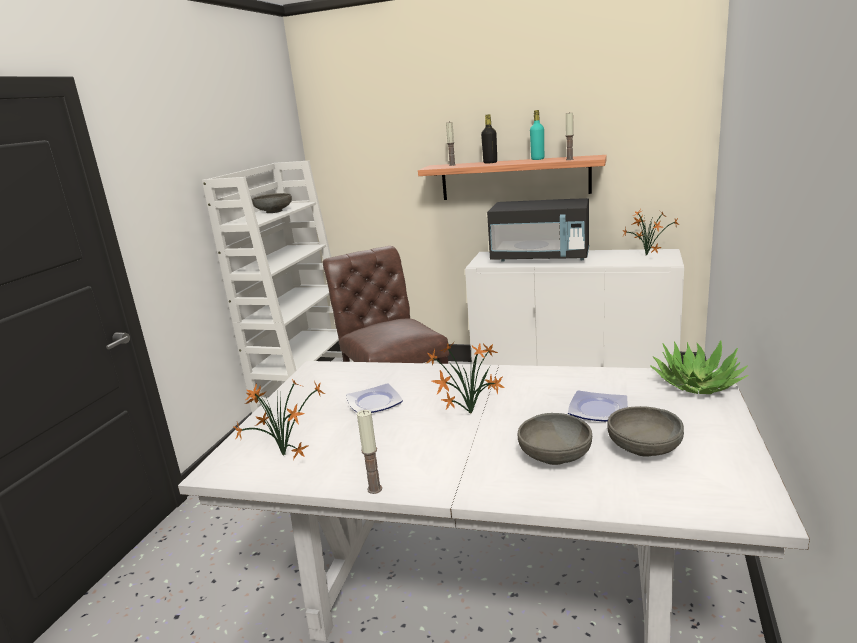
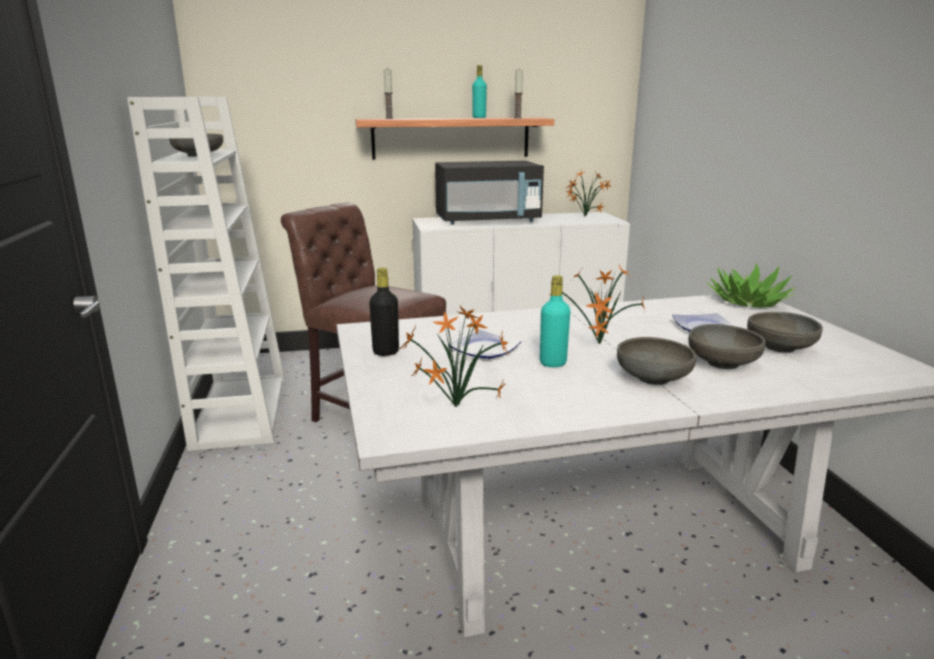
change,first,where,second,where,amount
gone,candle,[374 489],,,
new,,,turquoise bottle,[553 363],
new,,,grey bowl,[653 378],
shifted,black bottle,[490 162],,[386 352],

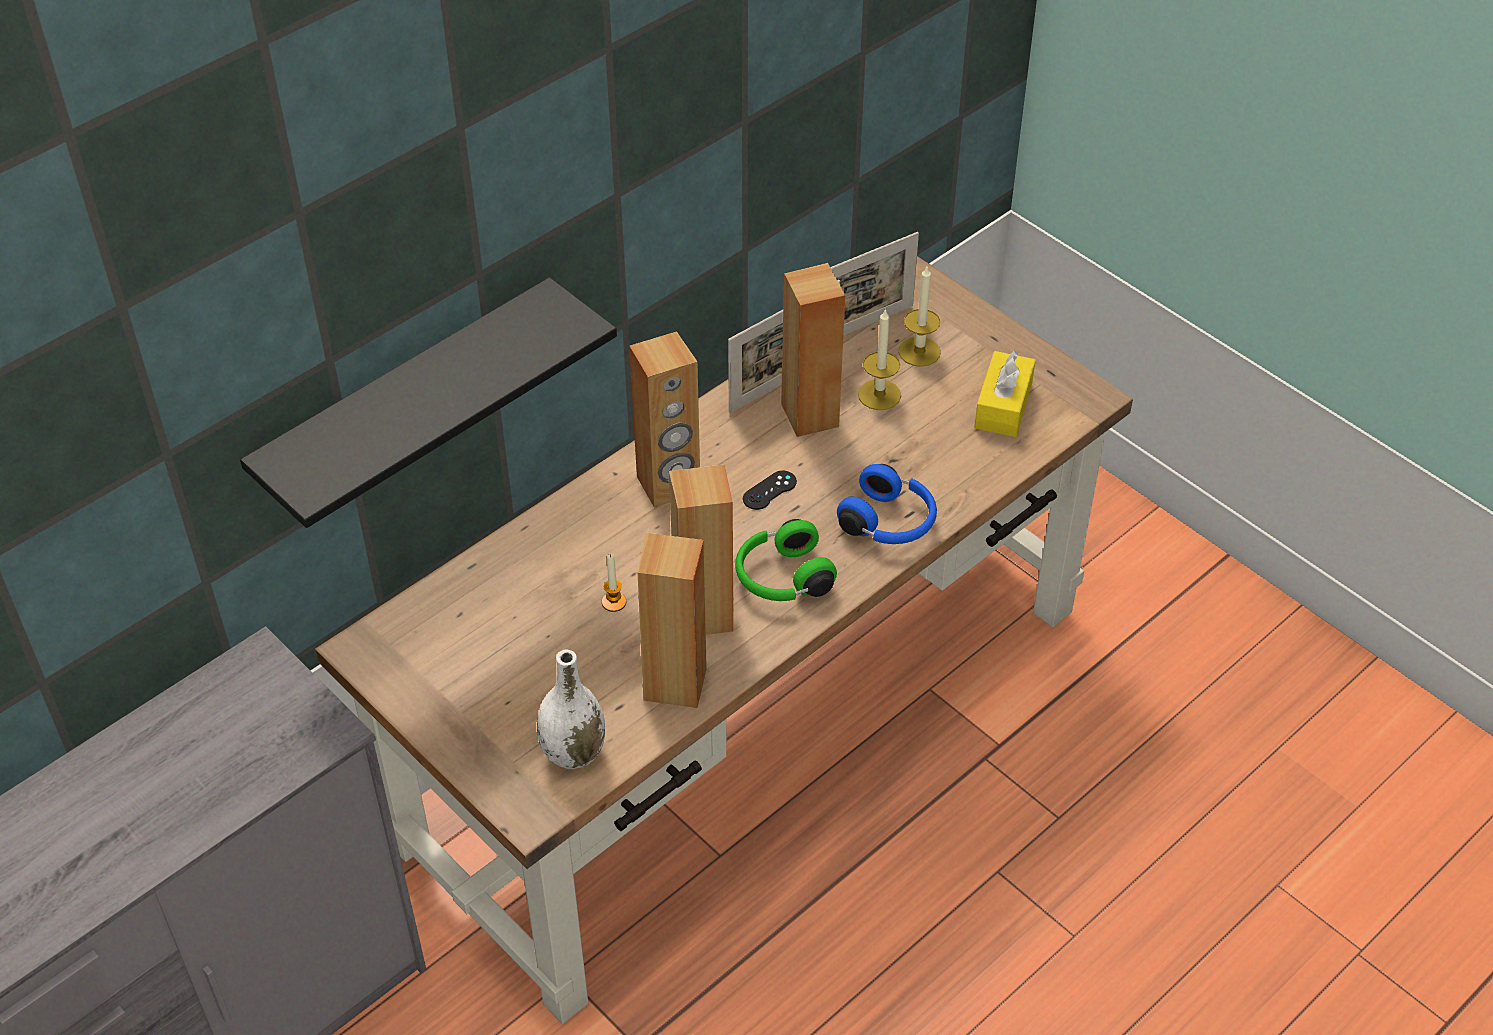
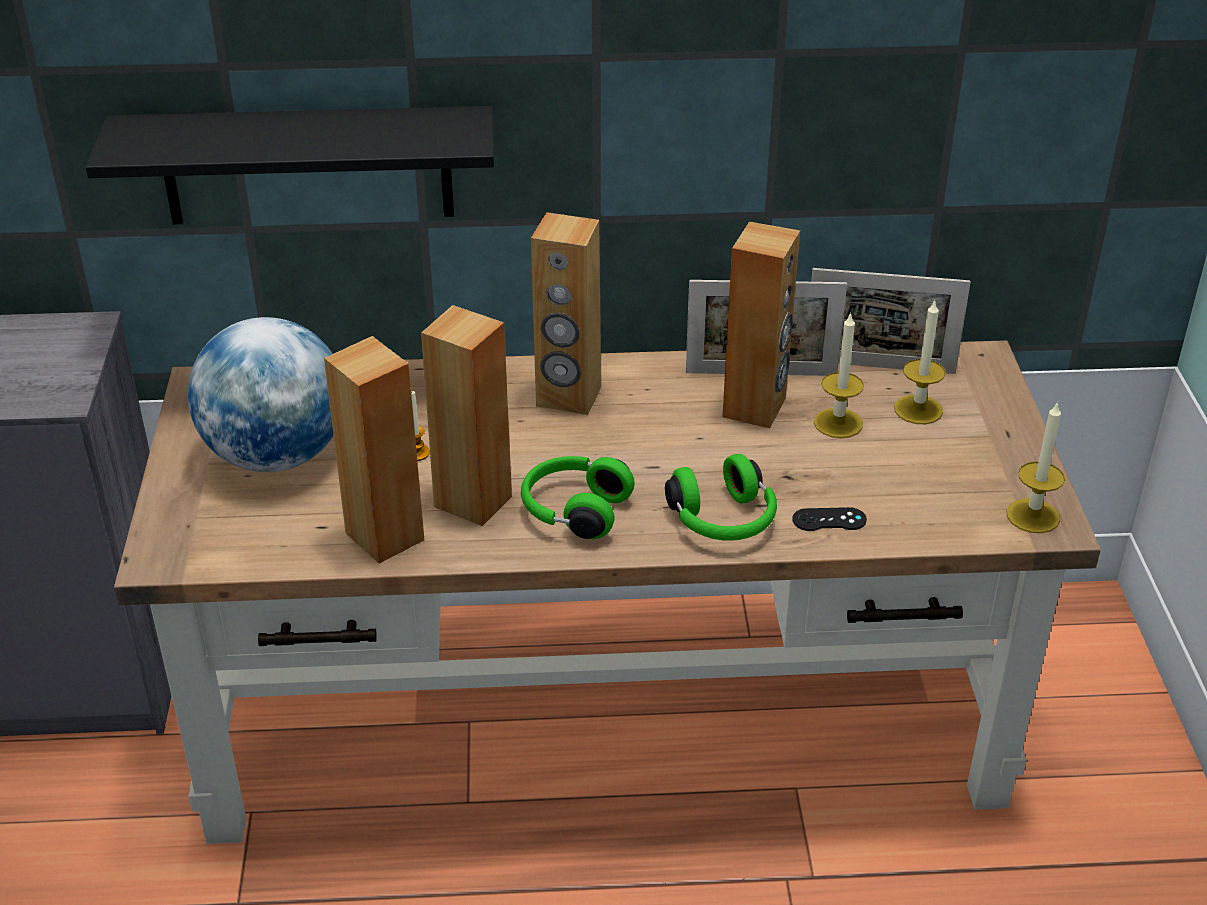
change,first,where,second,where,amount
gone,white vase,[573 752],,,
gone,yellow tissue box,[1003 406],,,
new,,,globe,[276 456],
new,,,candle,[1033 516],
shifted,black game controller,[769 490],,[829 520],
repainted,blue headphones,[889 522],green headphones,[723 521],

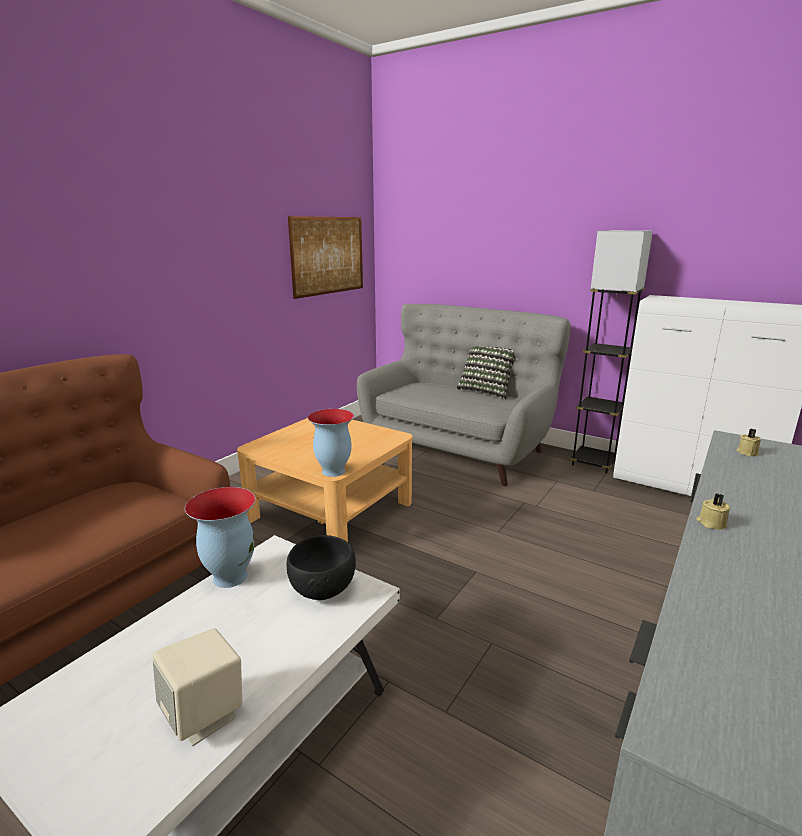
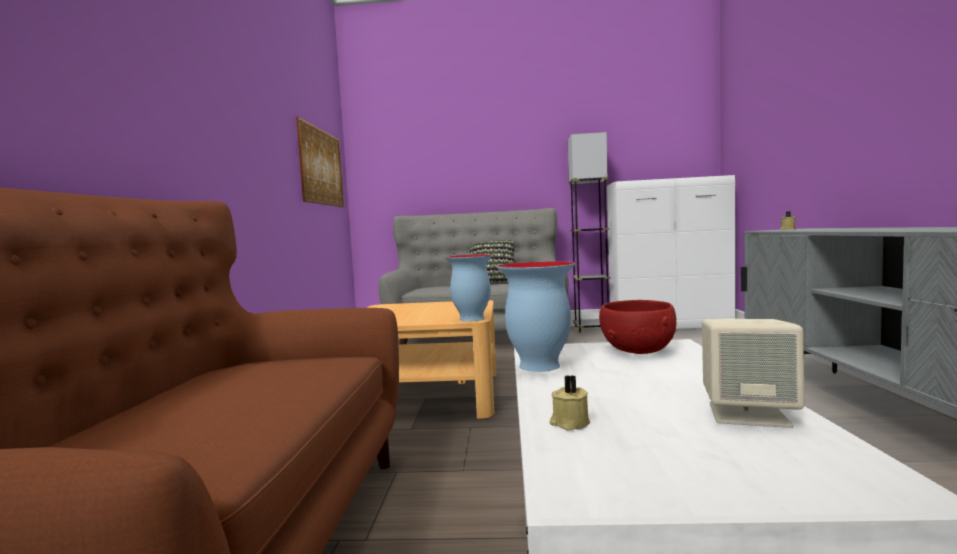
change,first,where,second,where,amount
shifted,beige candle,[711 523],,[569 423],
repainted,black bowl,[323 589],red bowl,[638 351],

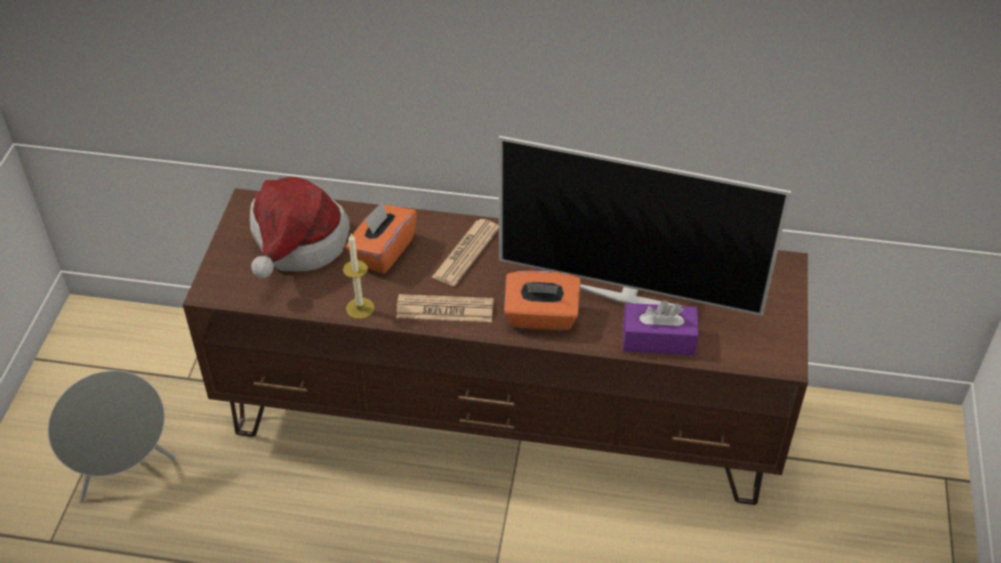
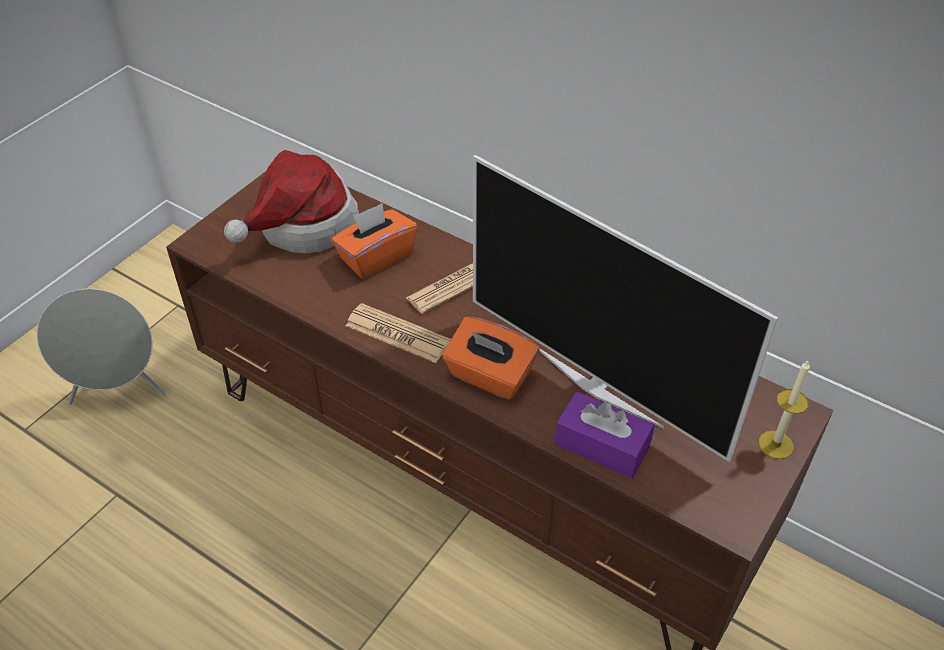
change,first,where,second,where,amount
shifted,candle,[360 308],,[775 444],

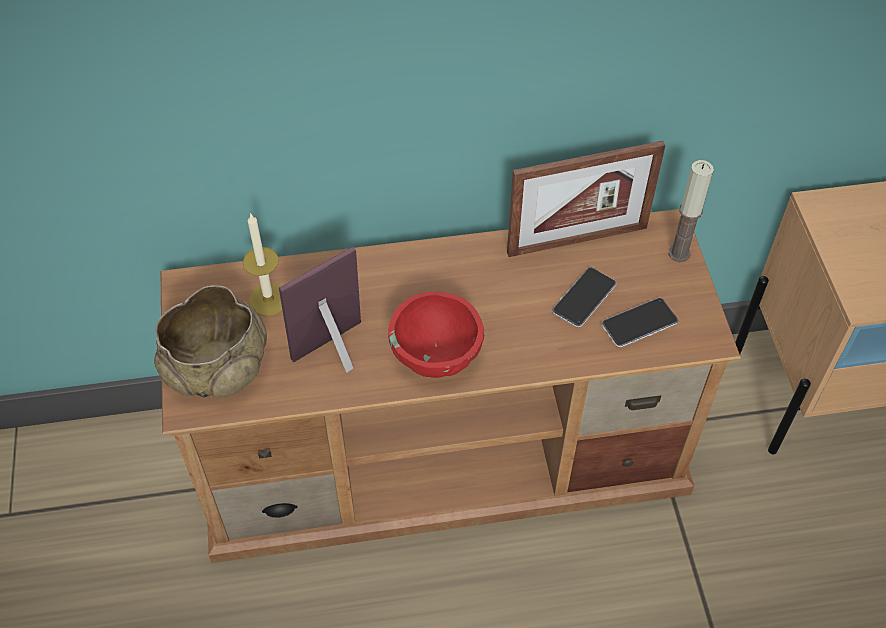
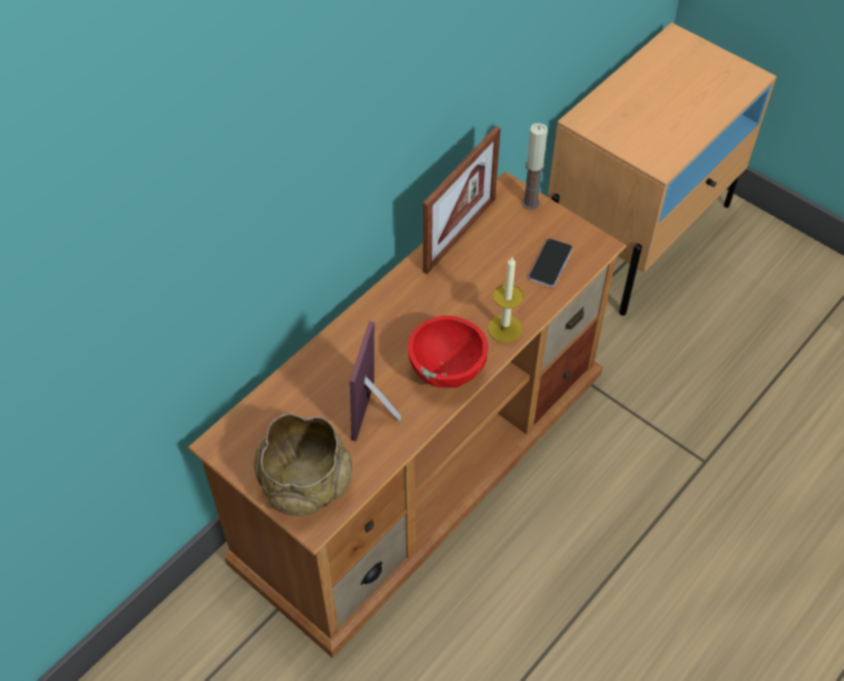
change,first,where,second,where,amount
gone,phone,[584 298],,,
shifted,candle,[268 299],,[505 328],

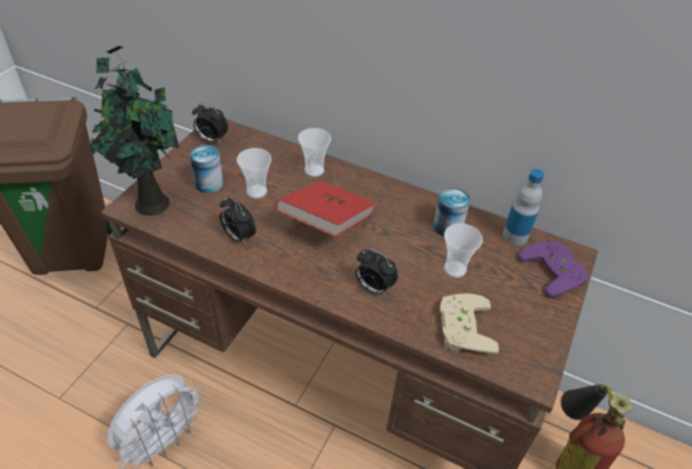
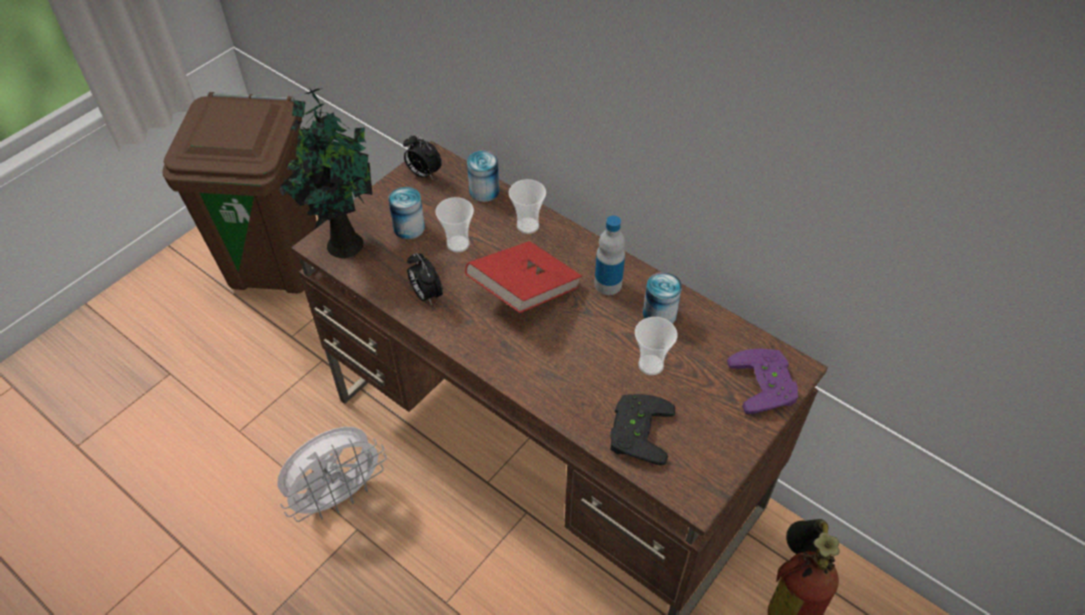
change,first,where,second,where,amount
gone,alarm clock,[373 288],,,
new,,,can,[484 191],
shifted,bottle,[515 236],,[608 284],
repainted,beige game controller,[461 327],black game controller,[636 430],

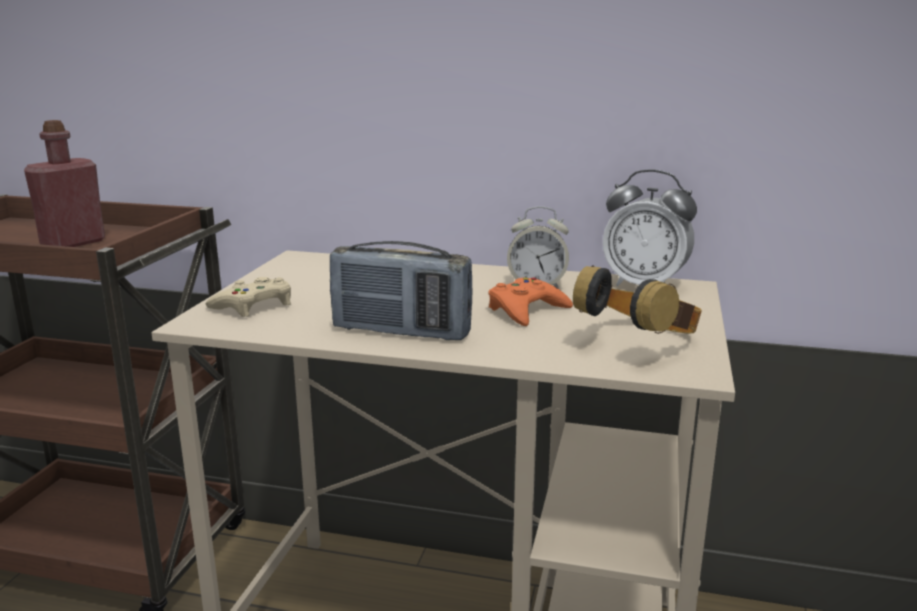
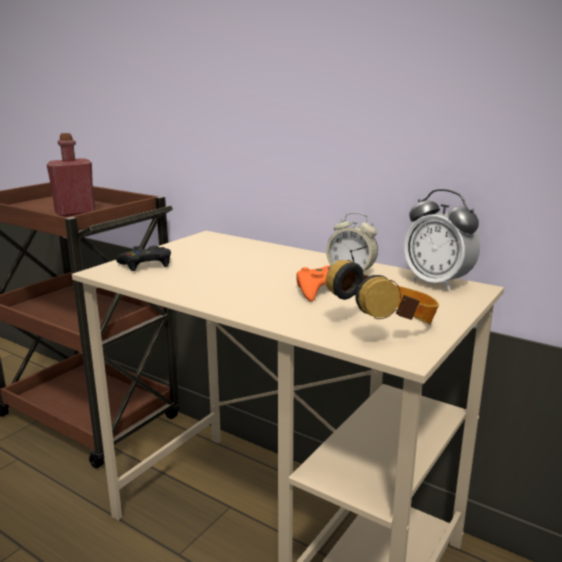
change,first,where,second,where,amount
gone,radio,[401 331],,,
repainted,beige game controller,[254 306],black game controller,[146 264],

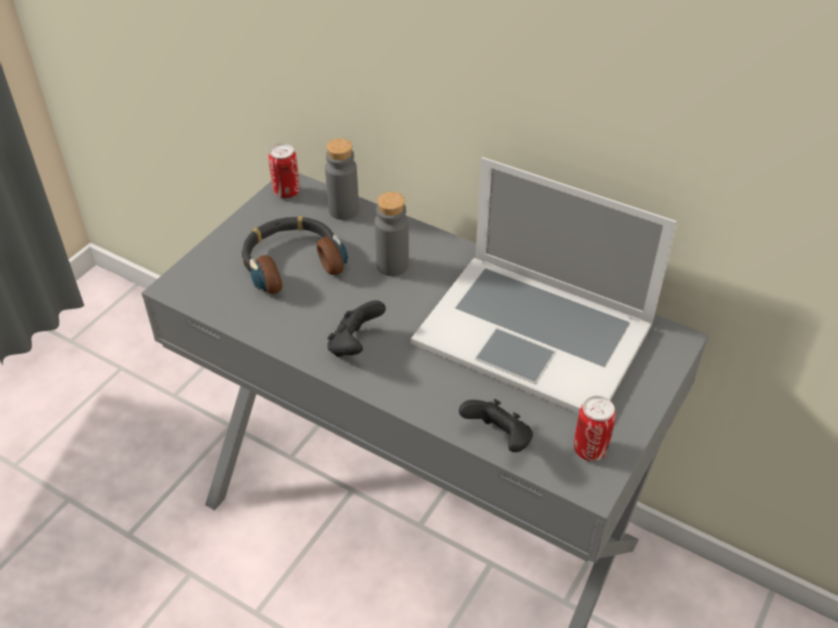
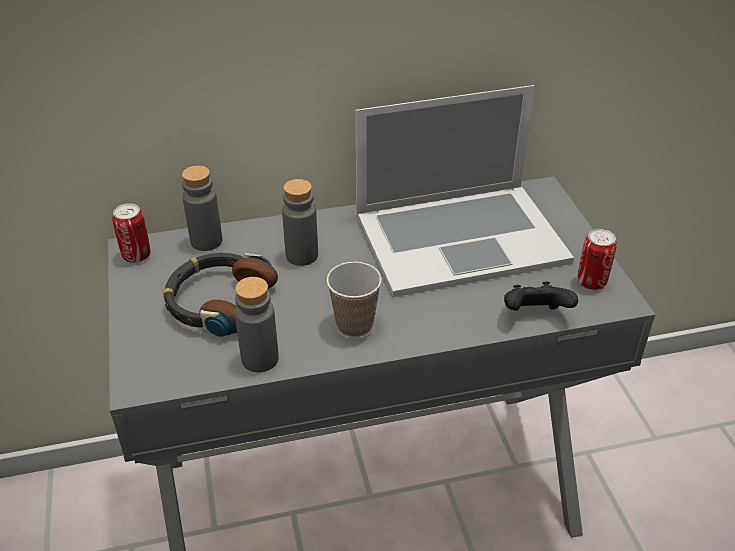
change,first,where,second,where,amount
new,,,grey bottle,[260 359],
swapped,black game controller,[355 345],cup,[354 325],

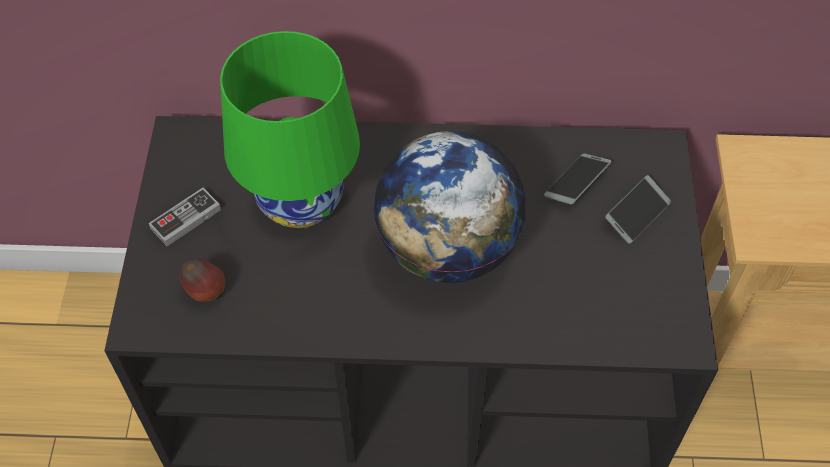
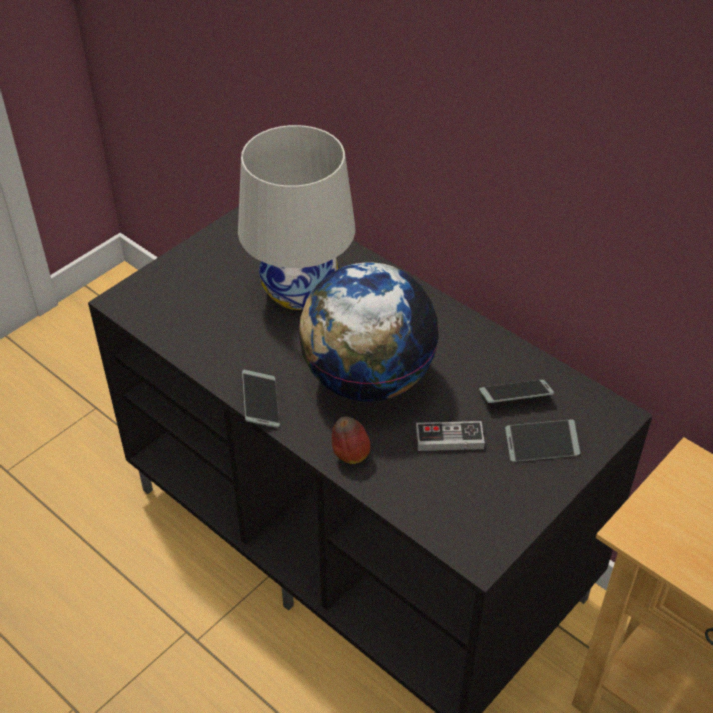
change,first,where,second,where,amount
new,,,phone,[261 403],
shifted,game controller,[186 219],,[449 439],
shifted,apple,[205 292],,[349 455],
repainted,green table lamp,[301 201],white table lamp,[300 290],

